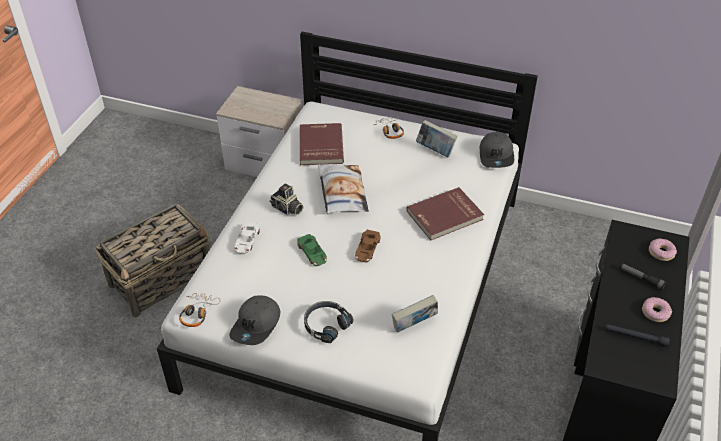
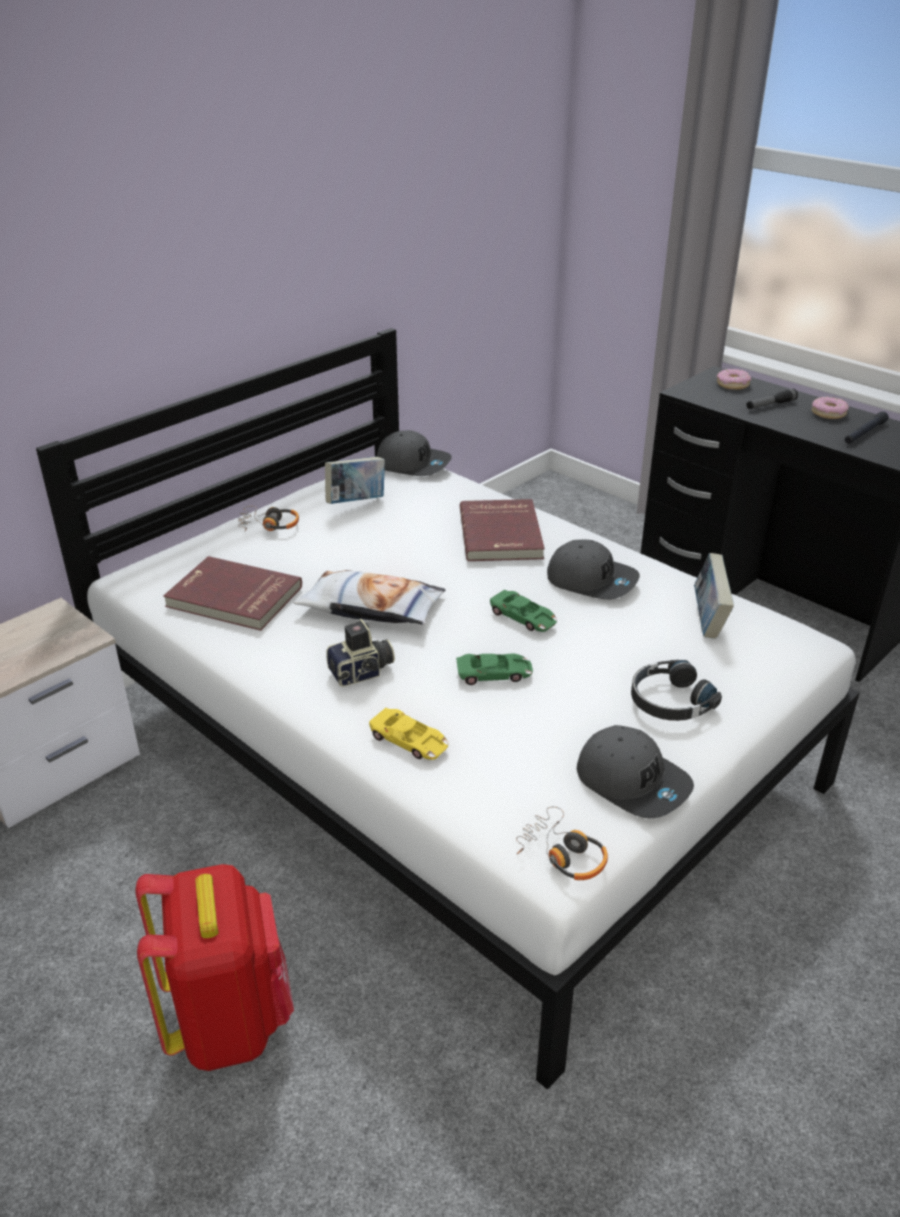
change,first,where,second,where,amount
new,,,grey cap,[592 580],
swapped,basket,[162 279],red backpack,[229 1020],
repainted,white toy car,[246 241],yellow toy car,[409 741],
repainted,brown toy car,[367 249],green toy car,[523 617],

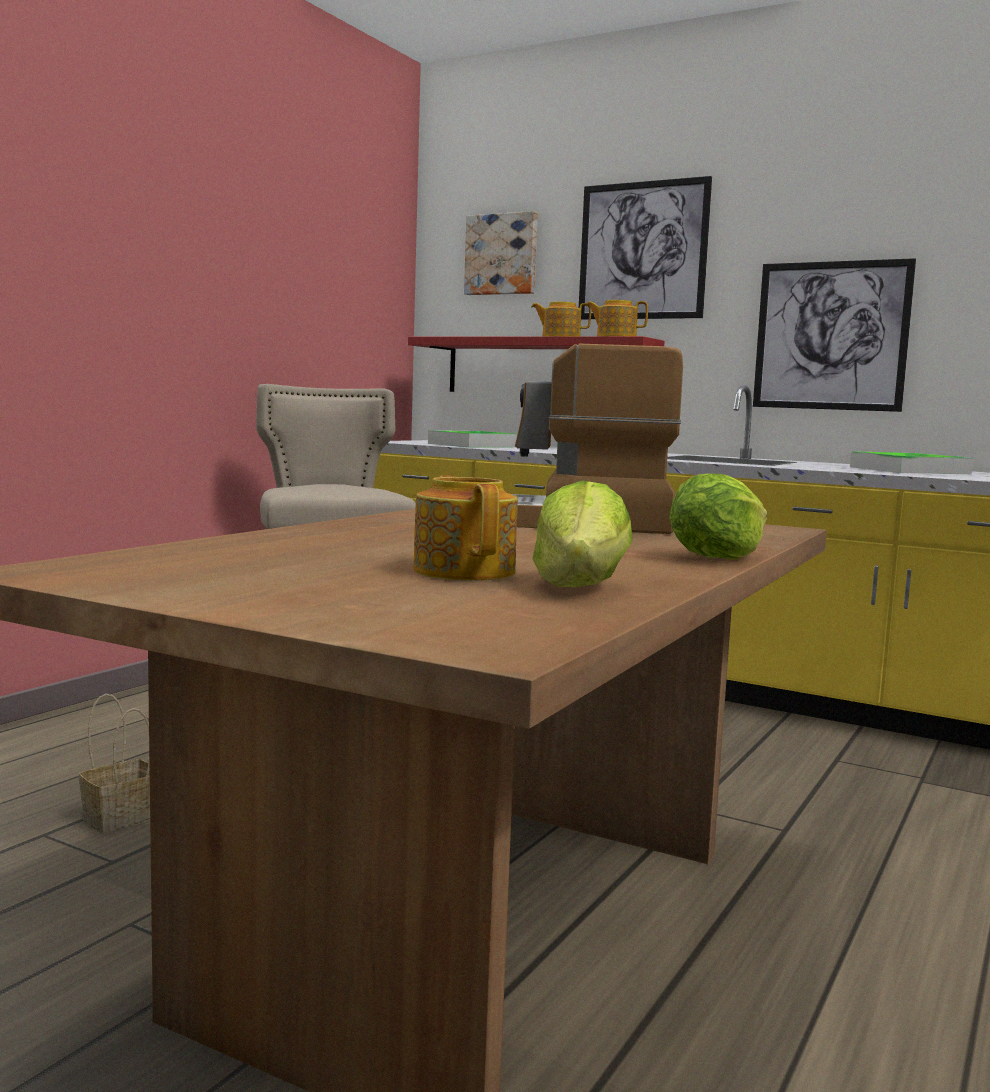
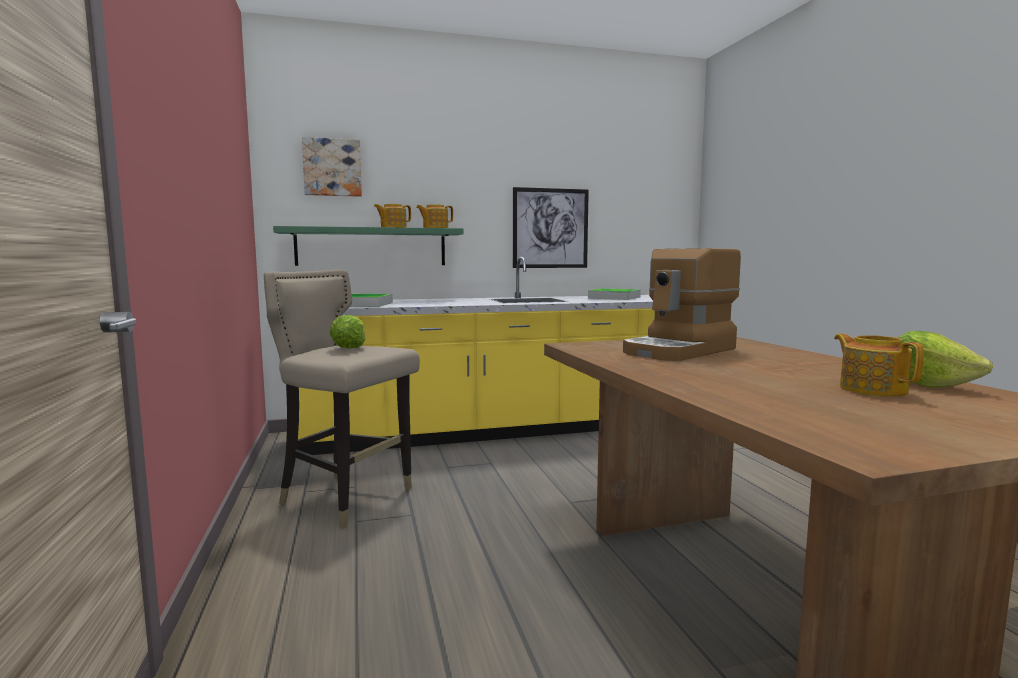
change,first,where,second,where,amount
gone,basket,[122 817],,,
gone,picture,[642 251],,,
shifted,lettuce,[716 557],,[349 348],
repainted,red shelf,[542 367],green shelf,[371 247],
rotated,teapot,[465 571],,[872 389],45 degrees clockwise

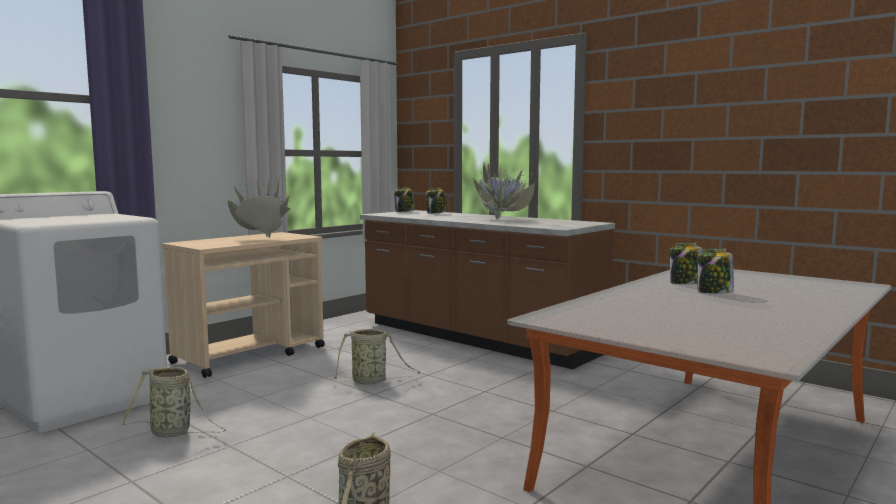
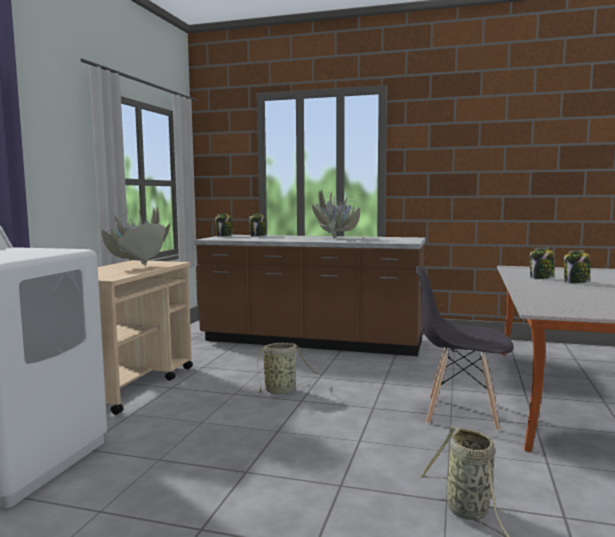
change,first,where,second,where,amount
gone,basket,[173 433],,,
new,,,grey chair,[460 413],

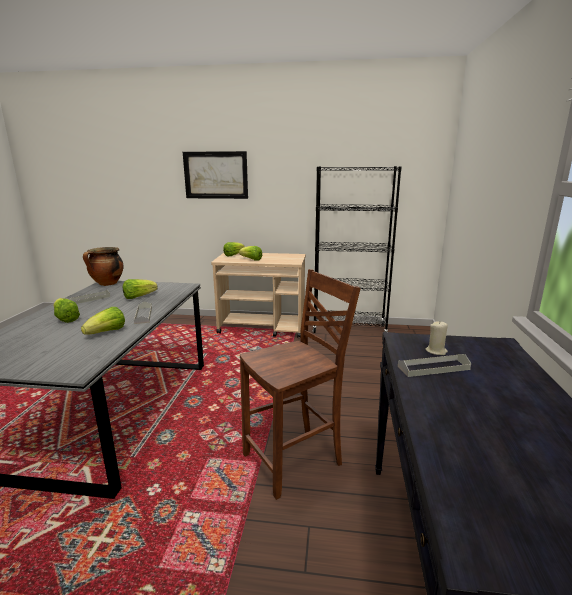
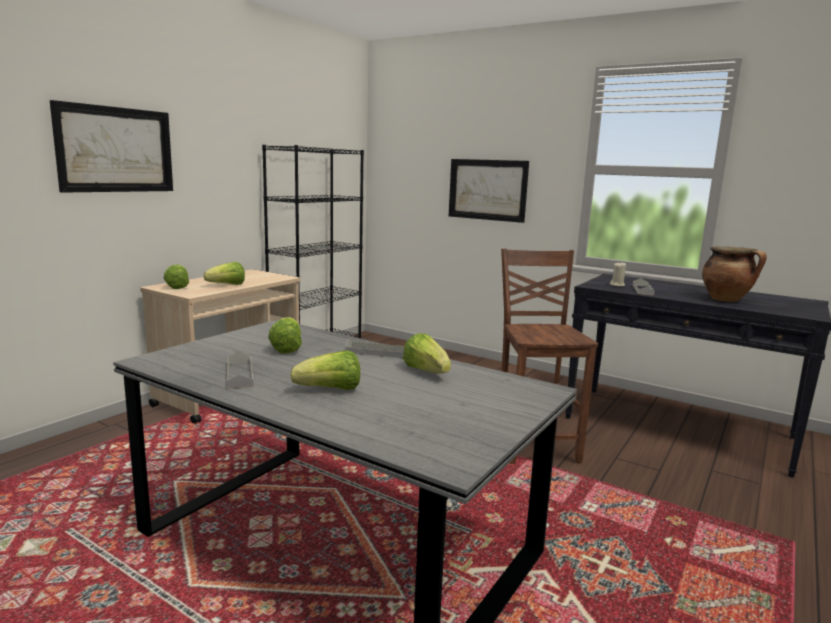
change,first,where,second,where,amount
new,,,picture,[487 189],
shifted,cooking pot,[107 284],,[726 300],

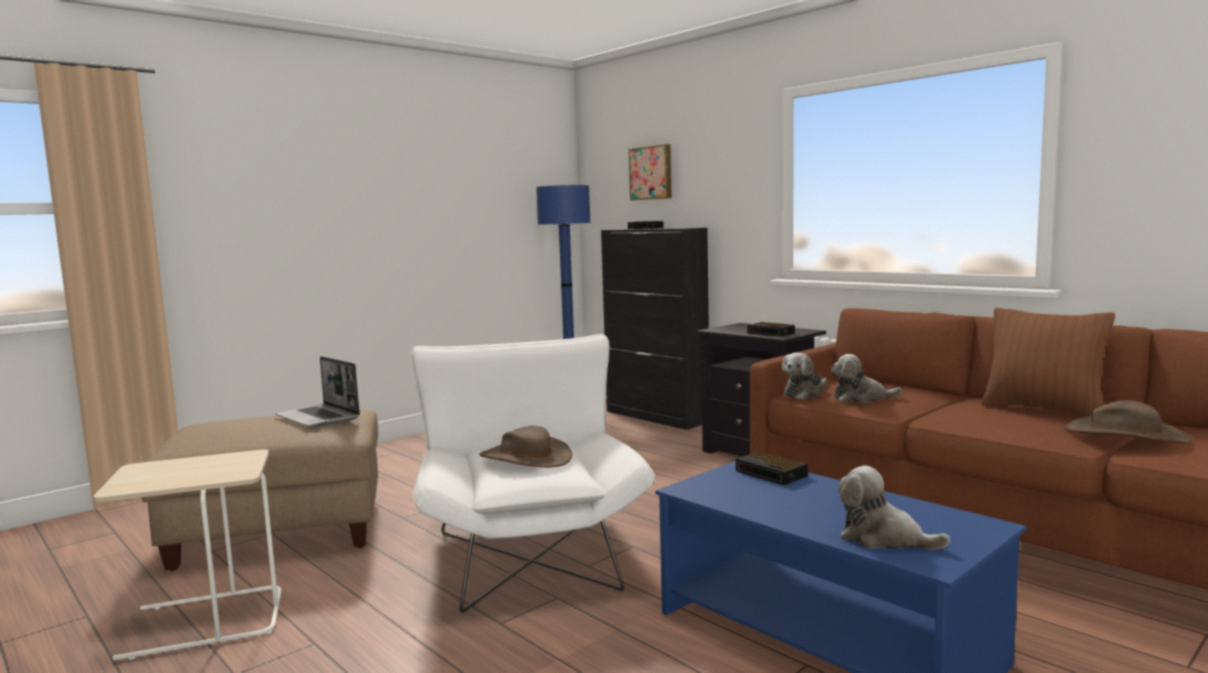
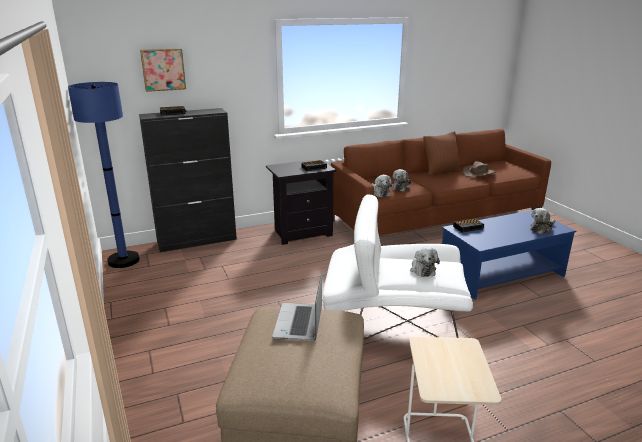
change,first,where,second,where,amount
swapped,brown hat,[526 457],plush toy,[422 269],
rotated,laptop,[319 417],,[299 323],120 degrees clockwise

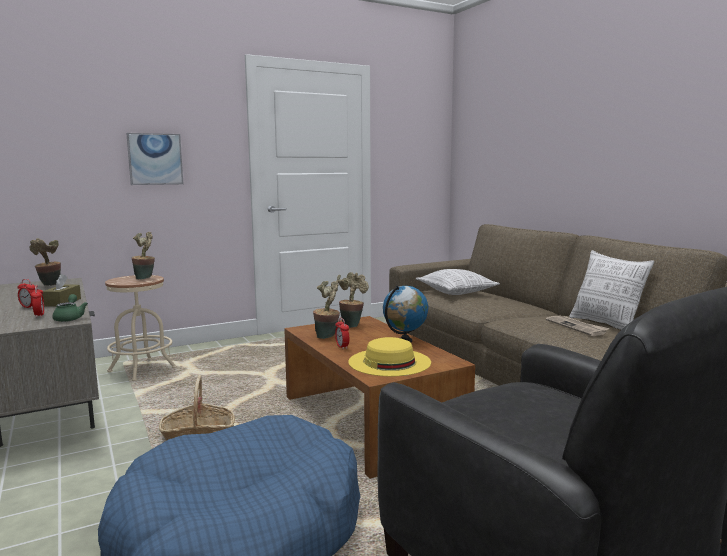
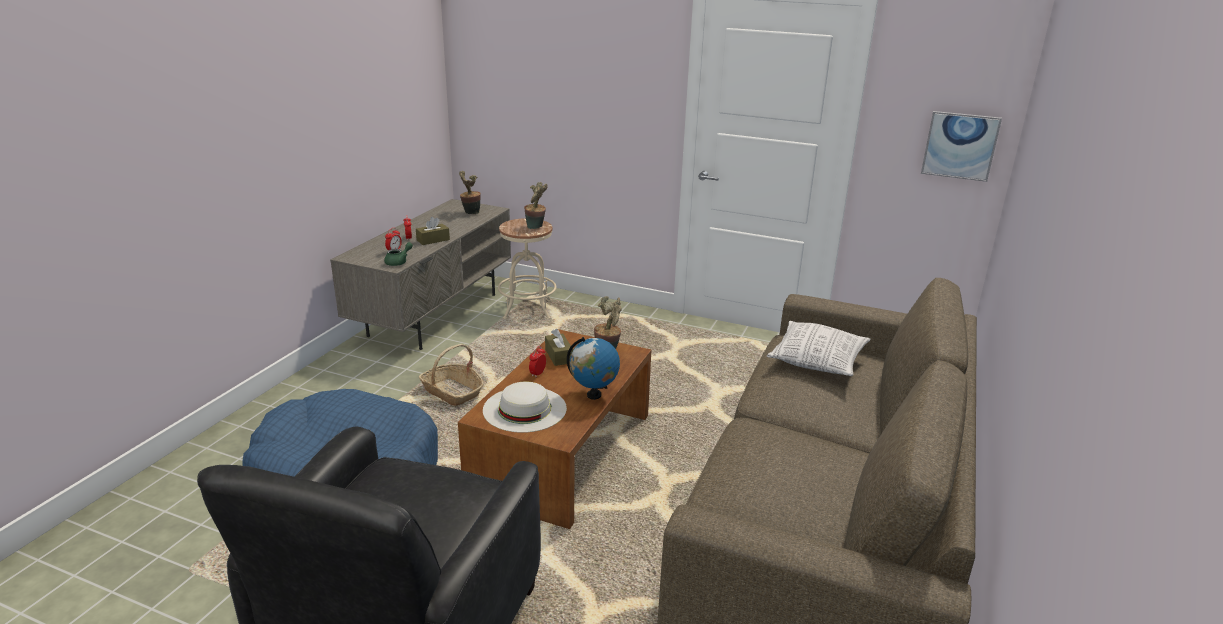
change,first,where,second,where,amount
gone,newspaper,[577 327],,,
gone,pillow,[606 325],,,
shifted,picture,[155 159],,[960 145],
swapped,potted plant,[328 336],brown tissue box,[559 356],
repainted,yellow hat,[389 362],white hat,[524 409],

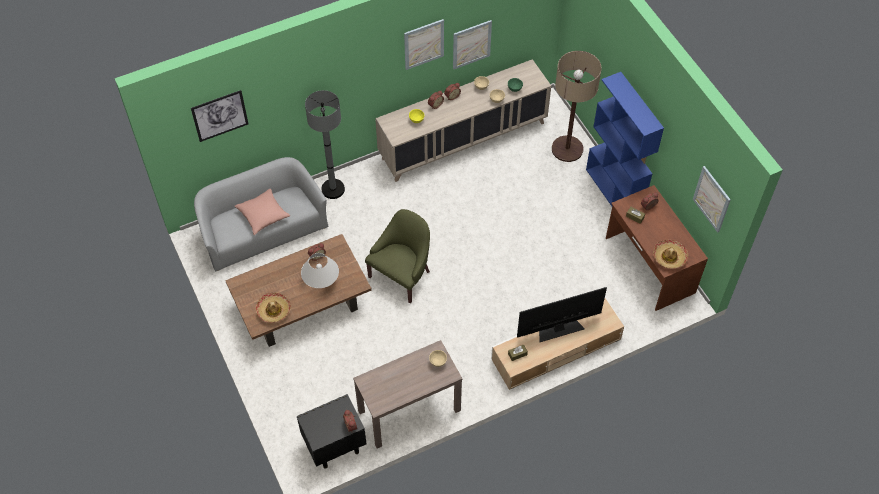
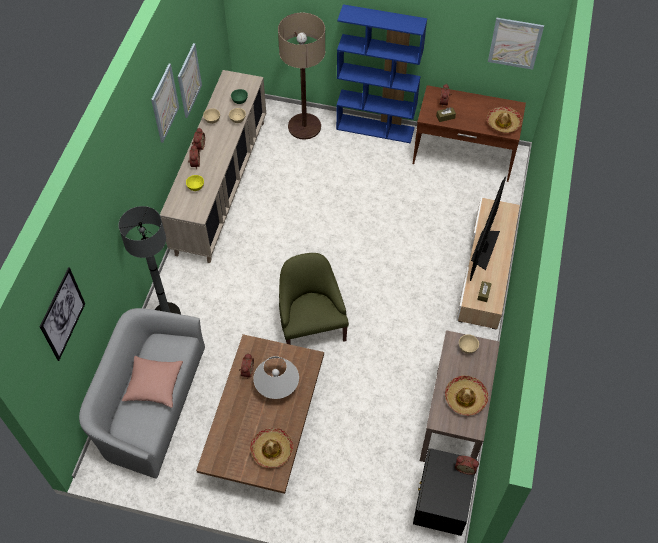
change,first,where,second,where,amount
new,,,hat,[465 398],

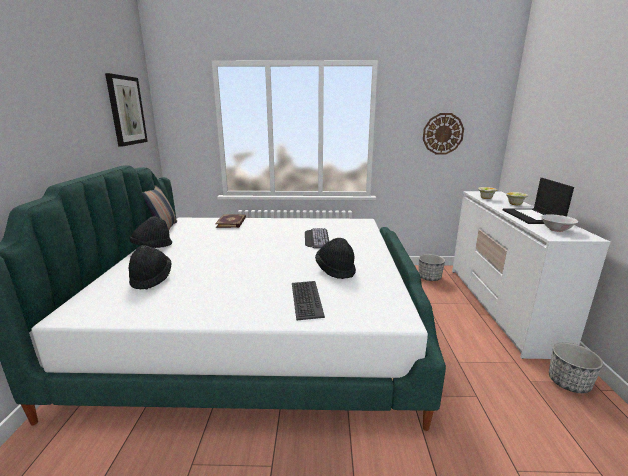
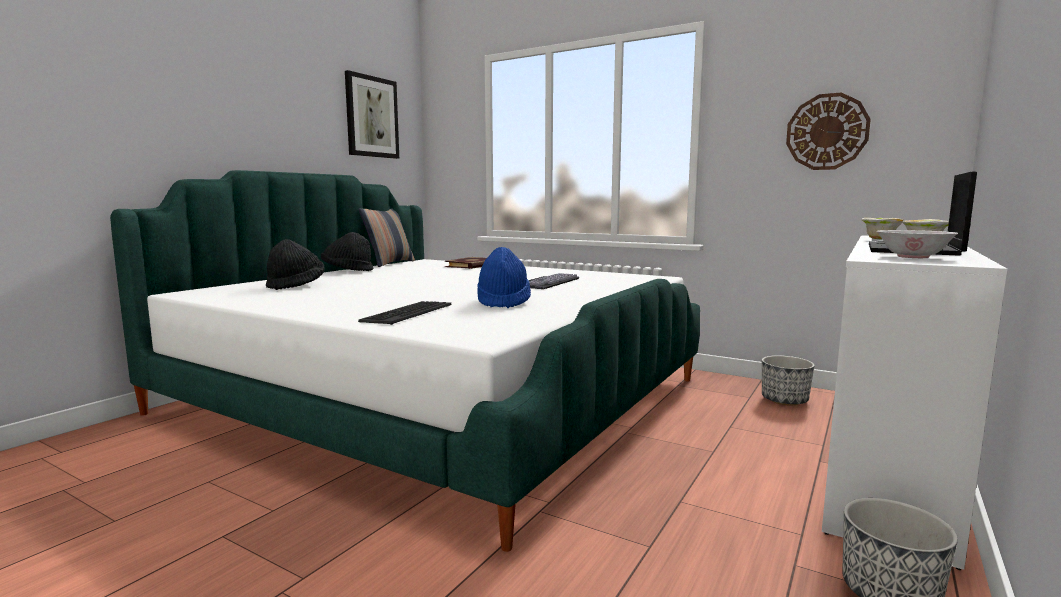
change,first,where,second,where,amount
repainted,black hat,[335 270],blue hat,[503 302],

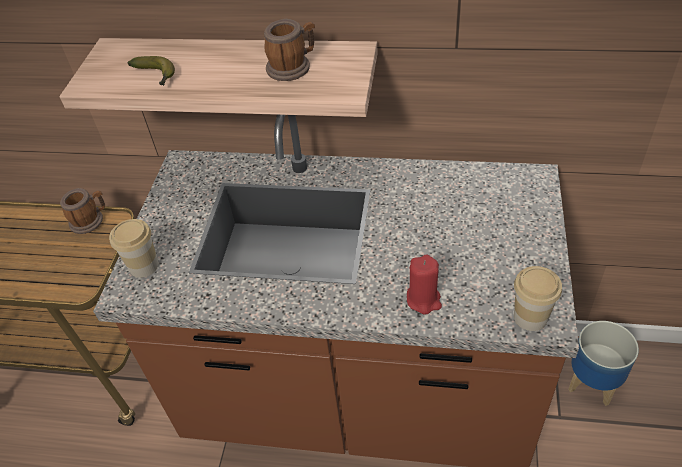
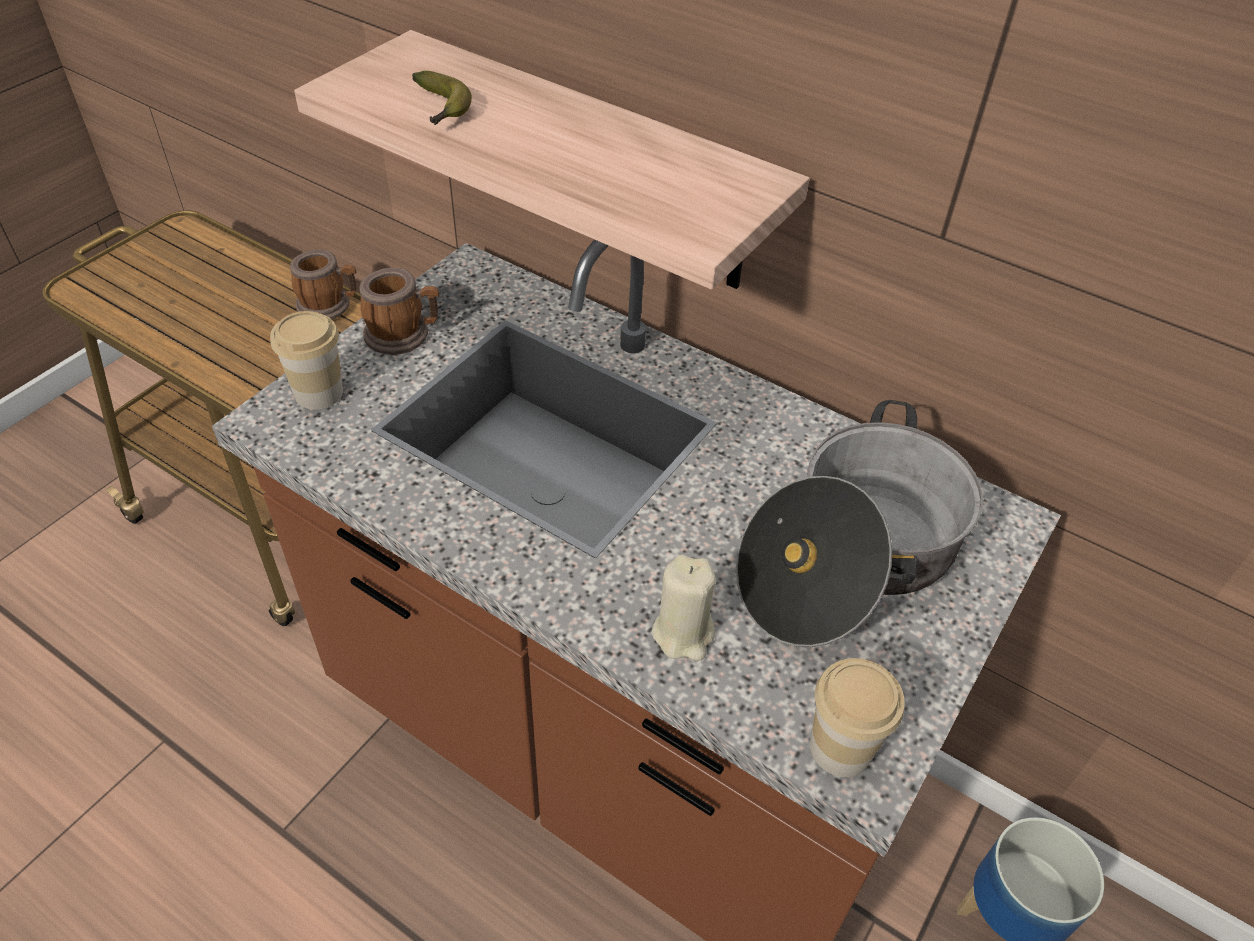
change,first,where,second,where,amount
new,,,cooking pot,[848 560],
shifted,mug,[293 67],,[404 334],
repainted,red candle,[423 299],beige candle,[683 633],

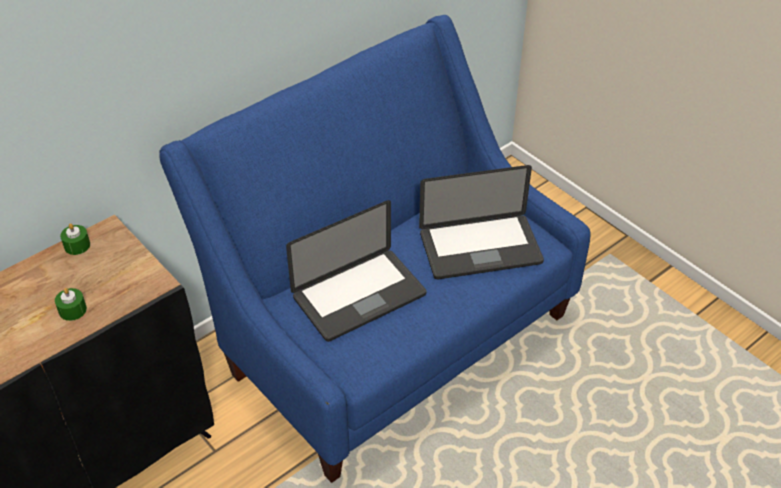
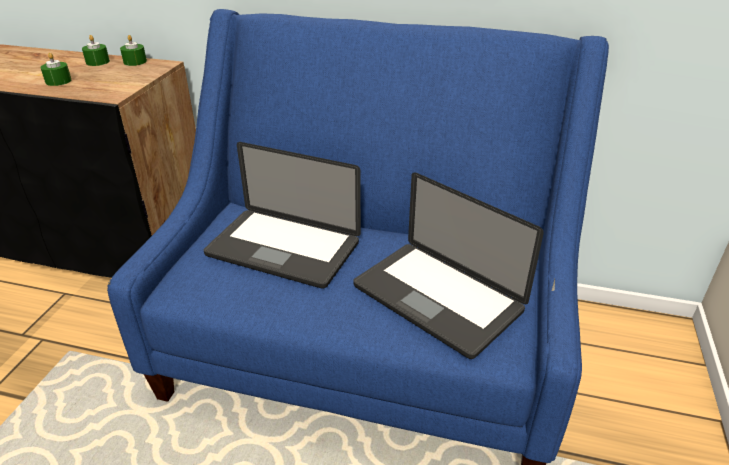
change,first,where,second,where,amount
new,,,green candle,[97 62],

